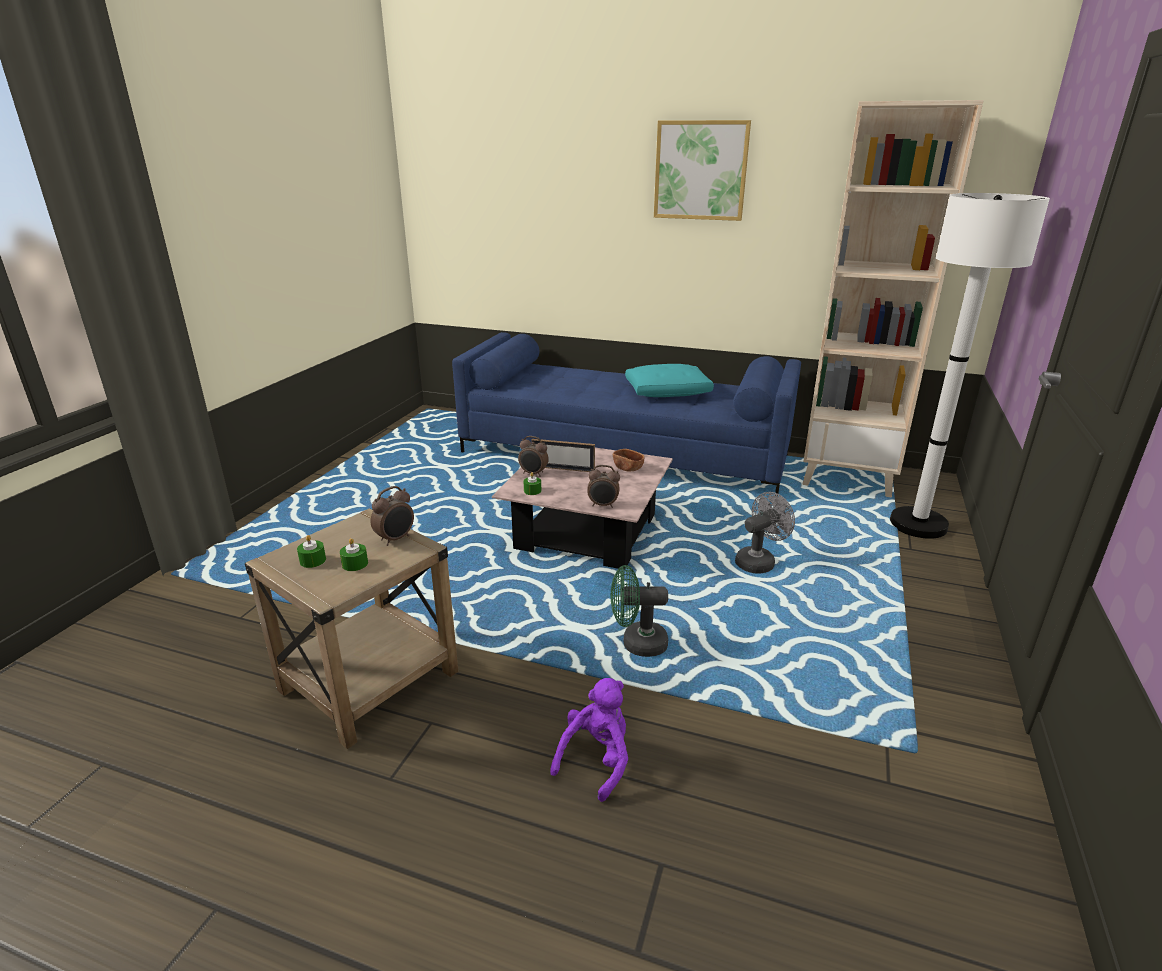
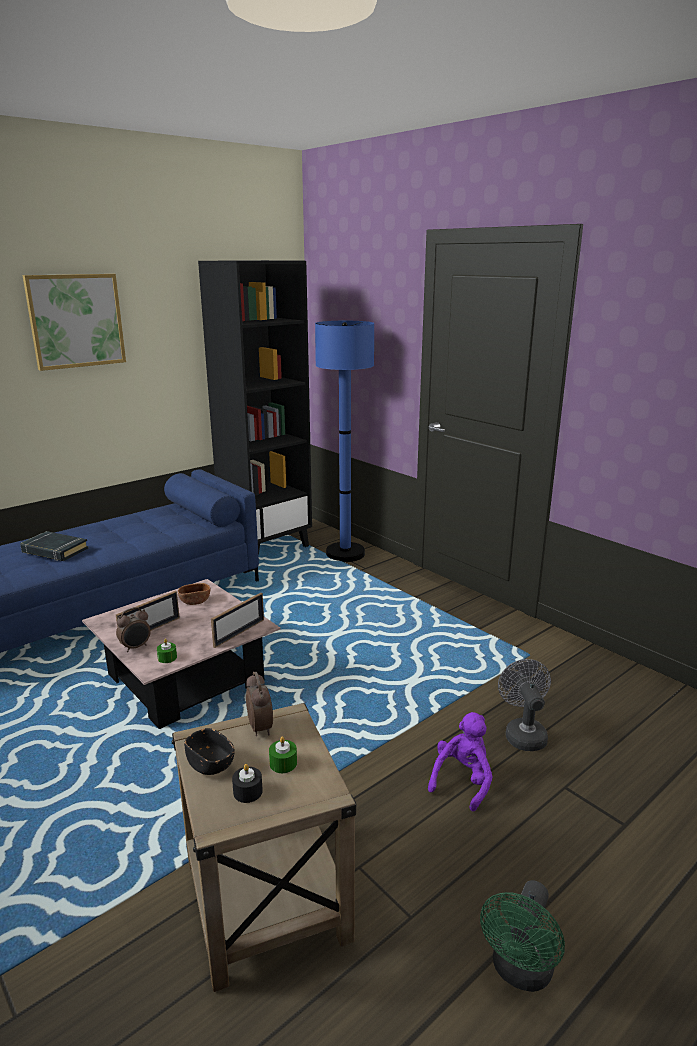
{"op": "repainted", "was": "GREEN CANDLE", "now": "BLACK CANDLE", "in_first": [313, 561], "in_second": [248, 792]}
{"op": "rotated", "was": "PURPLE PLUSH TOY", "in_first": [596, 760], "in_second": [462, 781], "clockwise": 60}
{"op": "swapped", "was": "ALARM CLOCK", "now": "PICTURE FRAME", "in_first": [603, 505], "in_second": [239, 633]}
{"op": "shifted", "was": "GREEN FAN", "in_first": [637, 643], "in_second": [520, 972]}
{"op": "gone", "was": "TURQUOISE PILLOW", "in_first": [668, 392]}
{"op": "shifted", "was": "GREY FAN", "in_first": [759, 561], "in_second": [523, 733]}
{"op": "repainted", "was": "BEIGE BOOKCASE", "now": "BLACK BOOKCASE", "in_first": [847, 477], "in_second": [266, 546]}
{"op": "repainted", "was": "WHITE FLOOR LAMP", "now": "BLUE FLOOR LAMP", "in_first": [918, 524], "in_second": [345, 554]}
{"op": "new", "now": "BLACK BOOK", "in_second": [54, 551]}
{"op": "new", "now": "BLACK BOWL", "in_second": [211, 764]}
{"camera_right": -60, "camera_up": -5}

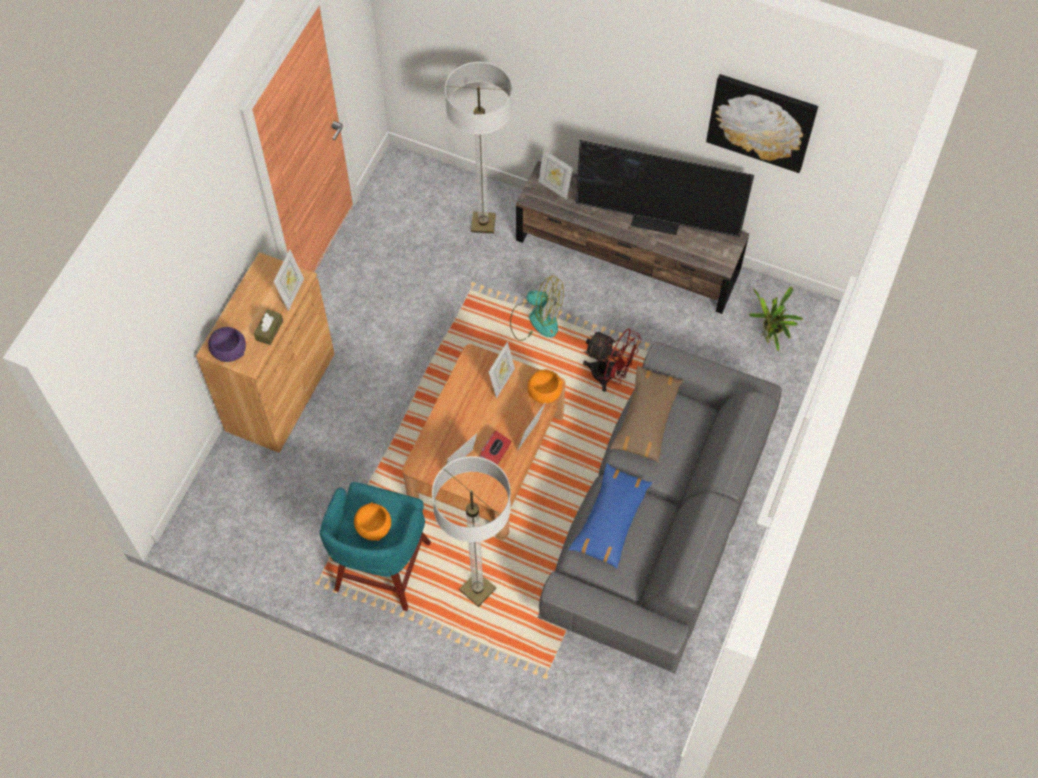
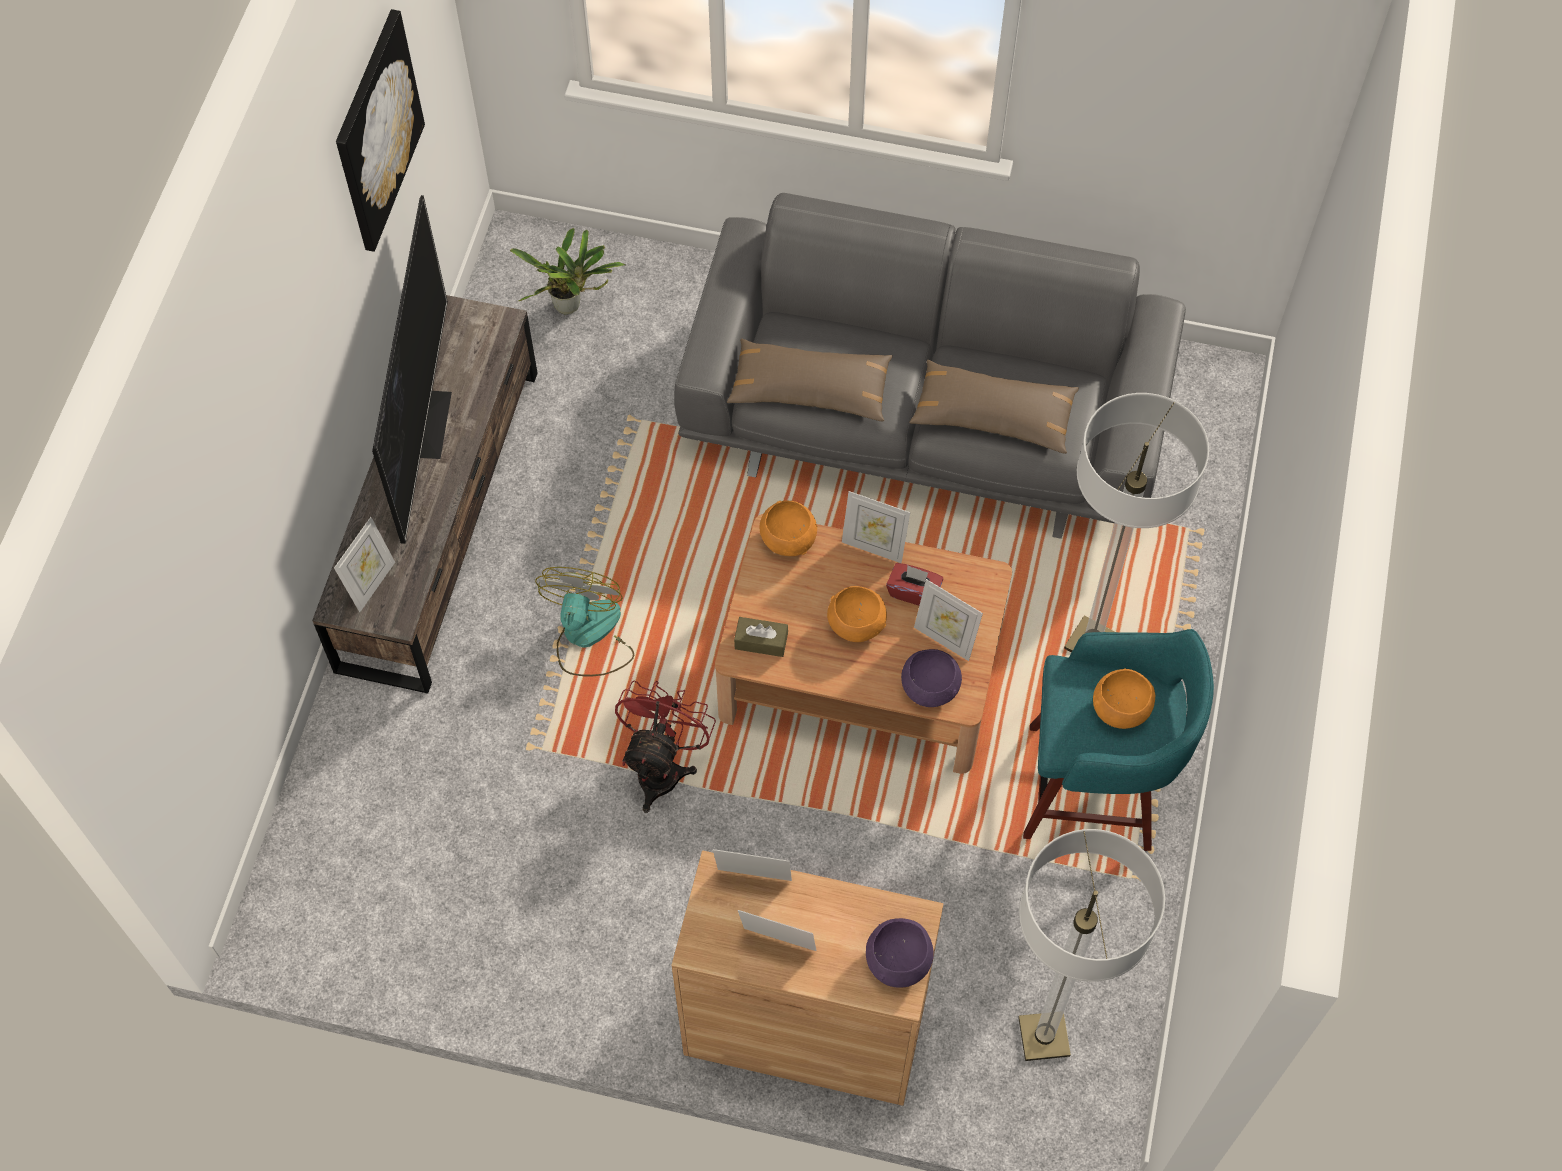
{"op": "shifted", "was": "BROWN TISSUE BOX", "in_first": [269, 330], "in_second": [761, 641]}
{"op": "shifted", "was": "FLOOR LAMP", "in_first": [483, 223], "in_second": [1043, 1037]}
{"op": "shifted", "was": "PICTURE FRAME", "in_first": [502, 381], "in_second": [777, 946]}
{"op": "repainted", "was": "BLUE PILLOW", "now": "BROWN PILLOW", "in_first": [610, 520], "in_second": [993, 415]}
{"op": "shifted", "was": "RED FAN", "in_first": [609, 375], "in_second": [662, 767]}
{"op": "new", "now": "ORANGE BOWL", "in_second": [855, 625]}
{"op": "new", "now": "PURPLE BOWL", "in_second": [930, 688]}
{"camera_right": -100, "camera_up": 0}

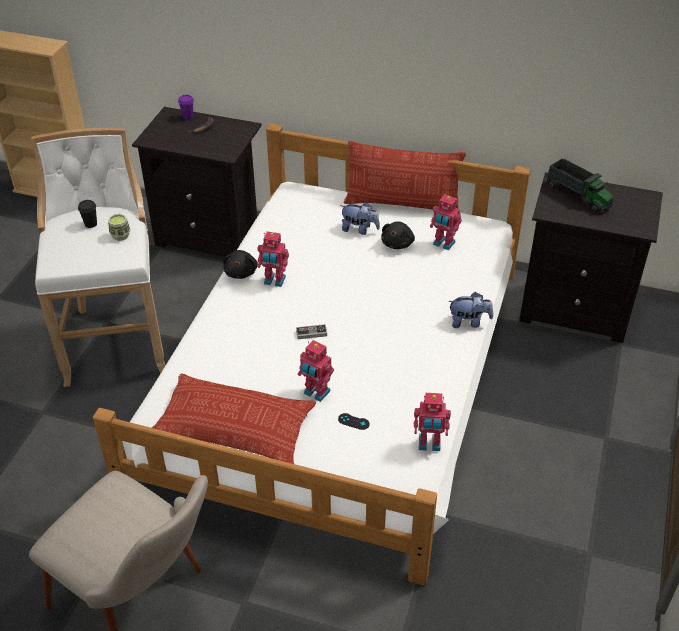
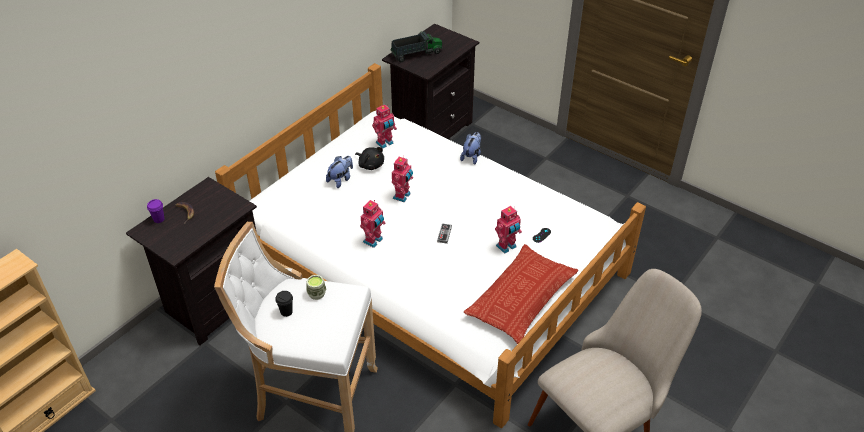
{"op": "gone", "was": "BLACK PLUSH TOY", "in_first": [241, 272]}
{"op": "gone", "was": "PILLOW", "in_first": [402, 204]}
{"op": "shifted", "was": "TOY ROBOT", "in_first": [429, 444], "in_second": [403, 196]}
{"camera_right": -70, "camera_up": 0}

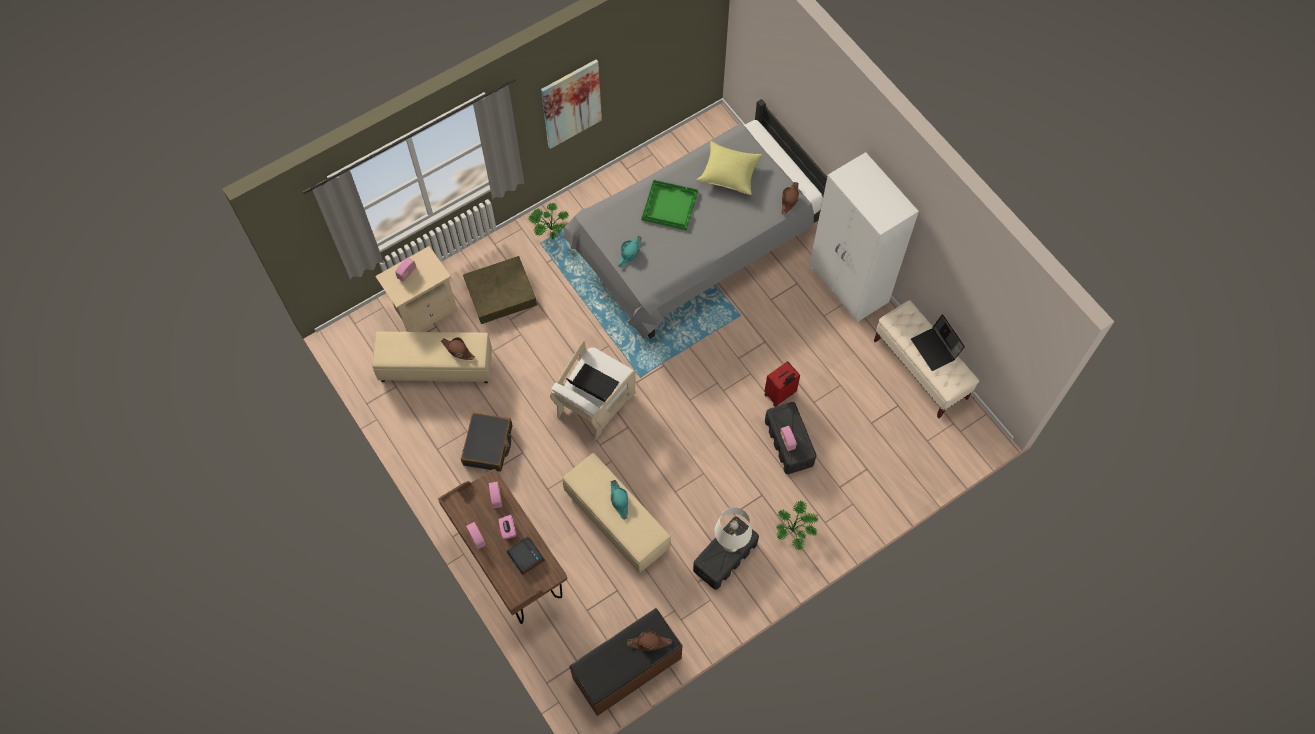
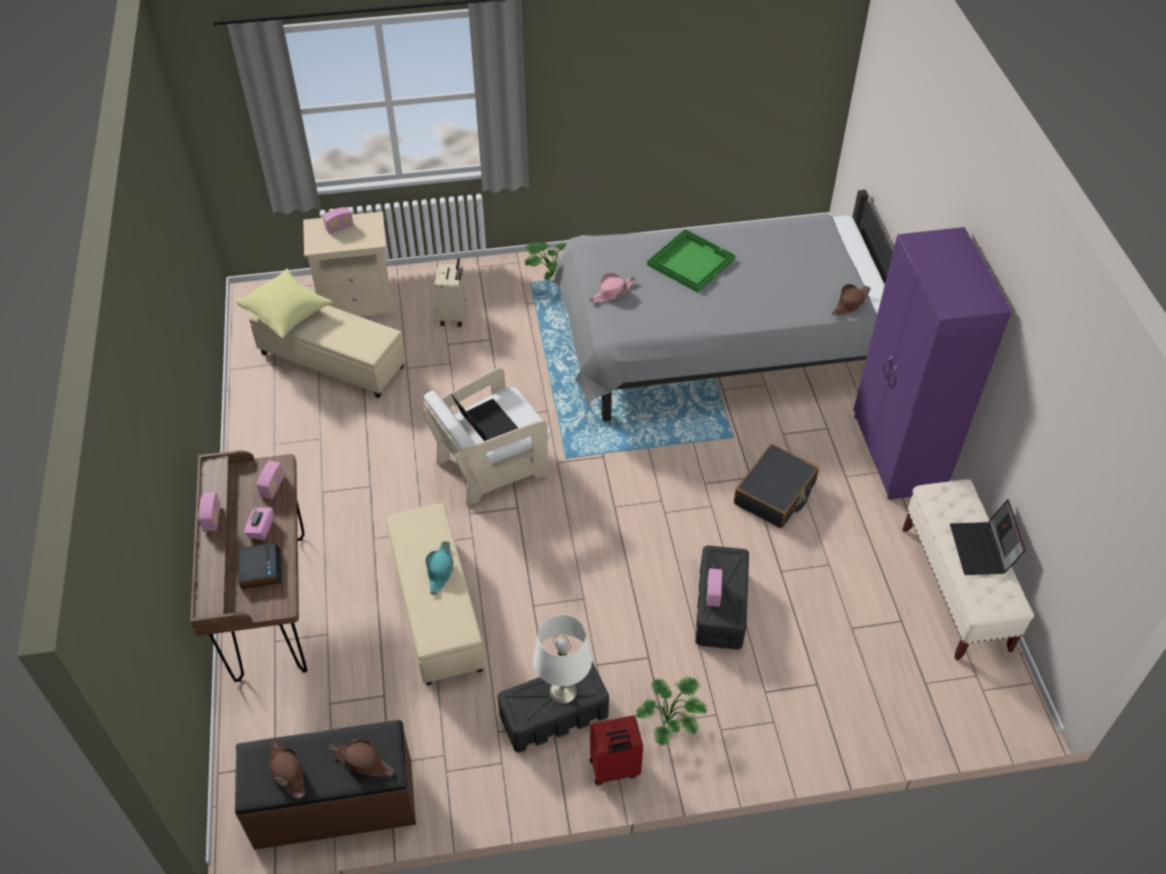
{"op": "shifted", "was": "BROWN HAT", "in_first": [458, 350], "in_second": [287, 771]}
{"op": "shifted", "was": "BLACK SUITCASE", "in_first": [488, 445], "in_second": [775, 494]}
{"op": "swapped", "was": "BROWN STORAGE BOX", "now": "BEIGE SUITCASE", "in_first": [501, 293], "in_second": [454, 315]}
{"op": "gone", "was": "PICTURE", "in_first": [571, 104]}
{"op": "repainted", "was": "TURQUOISE HAT", "now": "PINK HAT", "in_first": [629, 253], "in_second": [612, 292]}
{"op": "shifted", "was": "YELLOW PILLOW", "in_first": [730, 174], "in_second": [287, 314]}
{"op": "shifted", "was": "RED SUITCASE", "in_first": [780, 394], "in_second": [614, 769]}
{"op": "repainted", "was": "WHITE WARDROBE", "now": "PURPLE WARDROBE", "in_first": [848, 286], "in_second": [897, 454]}
{"camera_right": 25, "camera_up": -15}

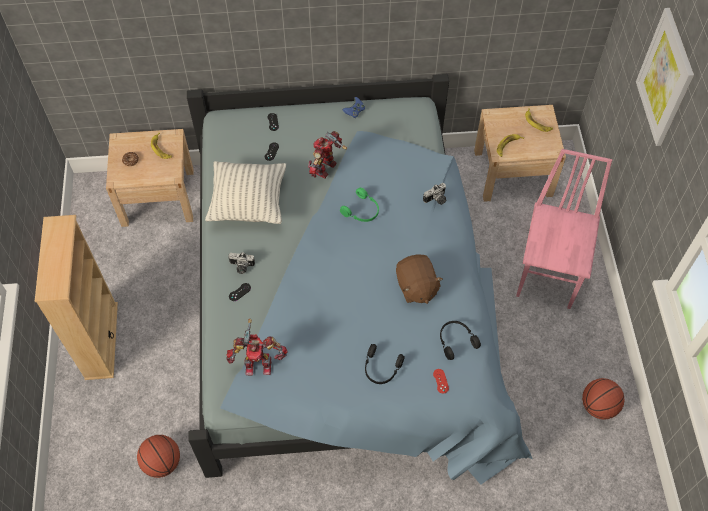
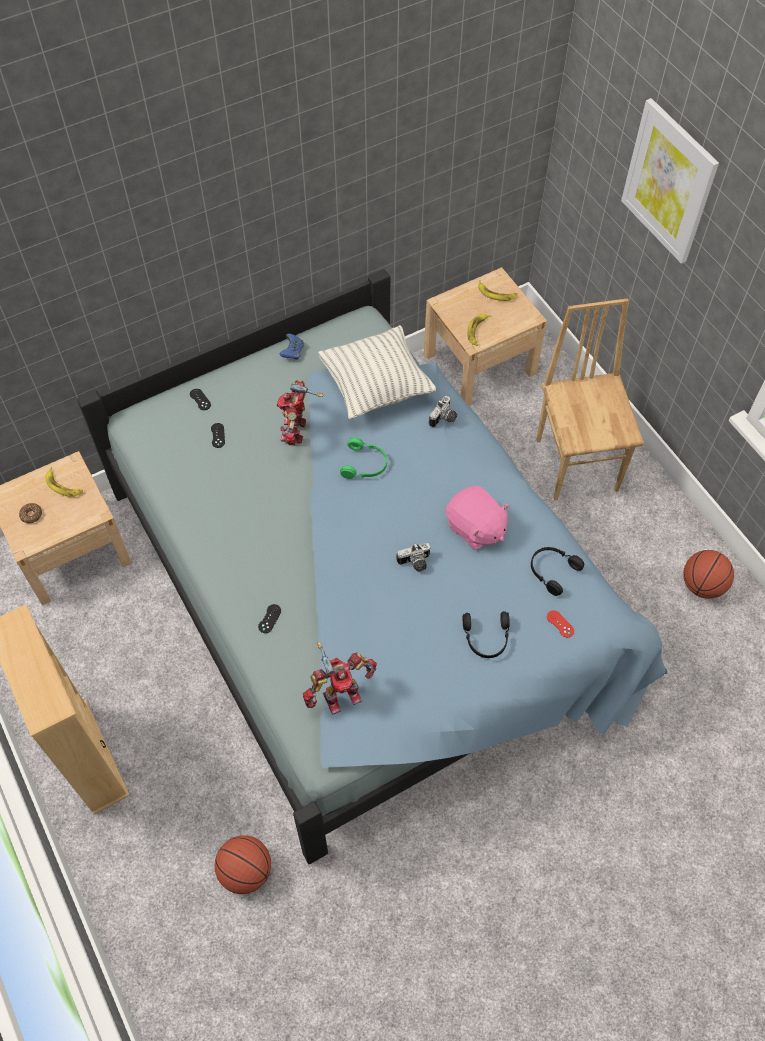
{"op": "shifted", "was": "PILLOW", "in_first": [248, 203], "in_second": [376, 387]}
{"op": "shifted", "was": "PHOTO CAMERA", "in_first": [241, 267], "in_second": [415, 563]}
{"op": "repainted", "was": "BROWN PLUSH TOY", "now": "PINK PLUSH TOY", "in_first": [416, 287], "in_second": [475, 528]}
{"op": "repainted", "was": "PINK CHAIR", "now": "BROWN CHAIR", "in_first": [549, 276], "in_second": [578, 463]}
{"camera_right": -25, "camera_up": 0}

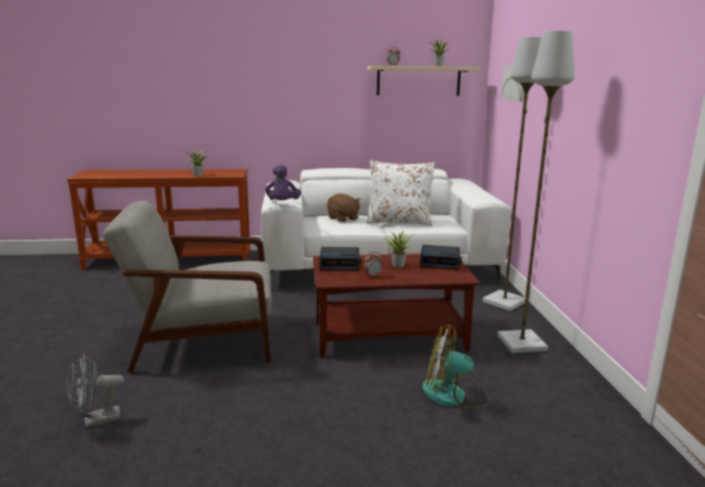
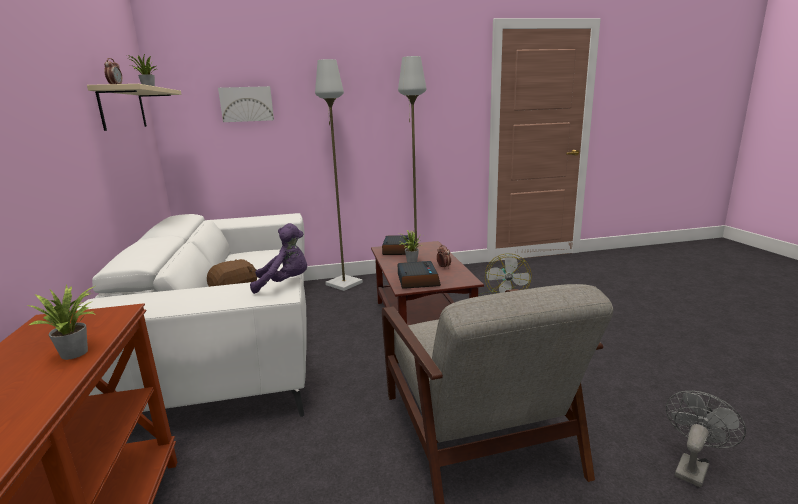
{"op": "rotated", "was": "GREY FAN", "in_first": [96, 421], "in_second": [692, 466], "clockwise": -105}
{"op": "gone", "was": "WHITE PILLOW", "in_first": [399, 222]}
{"camera_right": -95, "camera_up": 0}

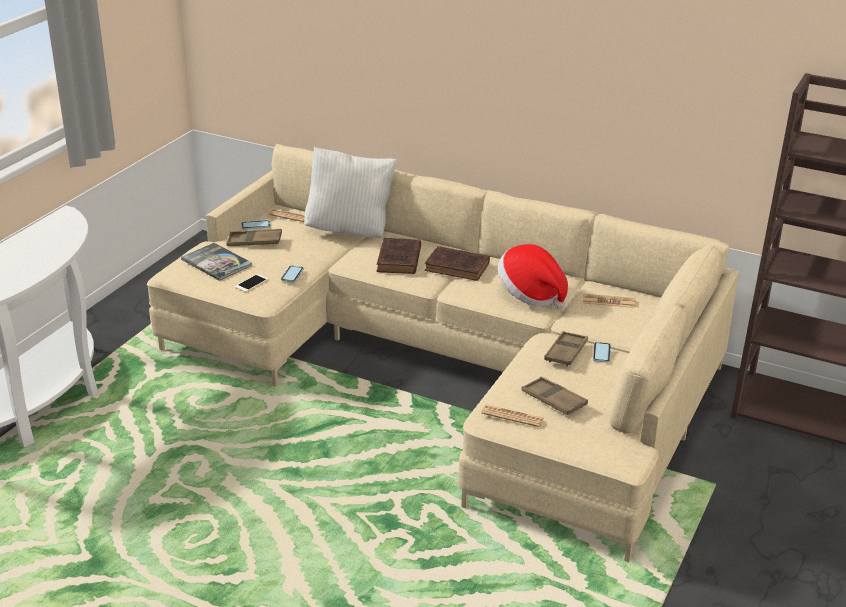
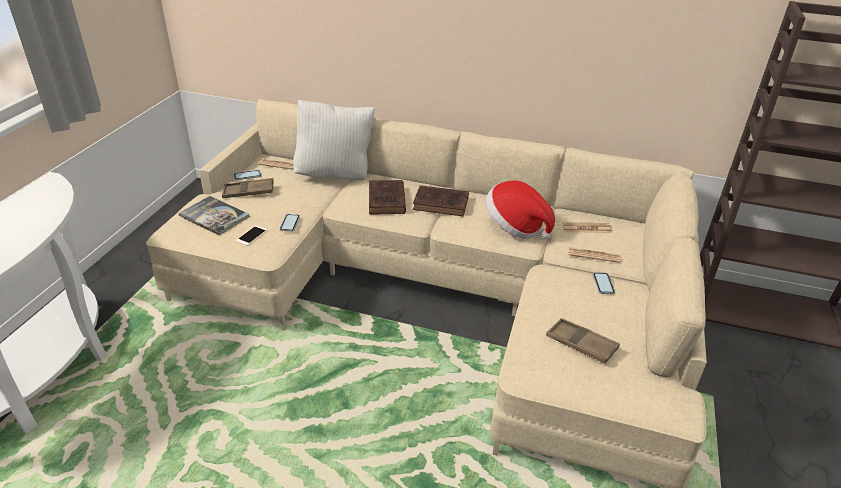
{"op": "shifted", "was": "NEWSPAPER", "in_first": [512, 416], "in_second": [593, 255]}
{"op": "gone", "was": "BROWN TRAY", "in_first": [566, 352]}
{"camera_right": -10, "camera_up": 5}

